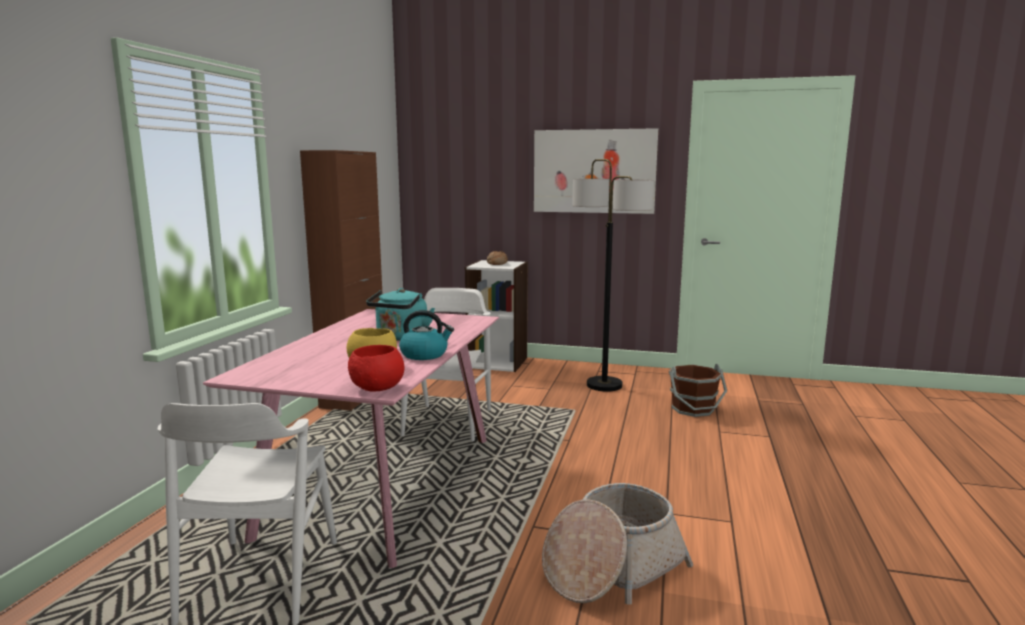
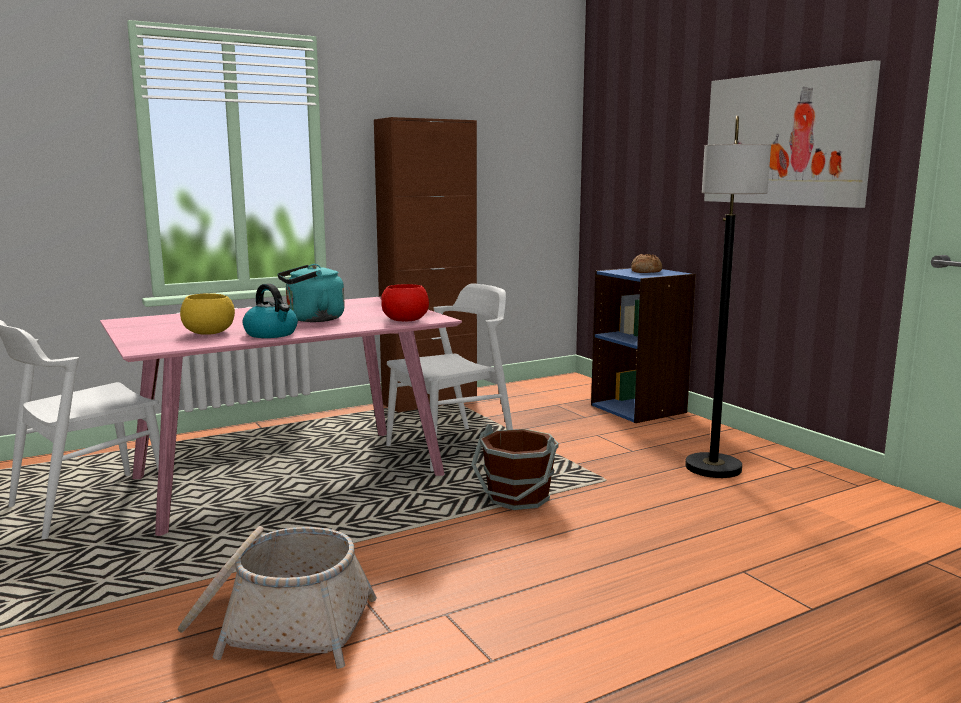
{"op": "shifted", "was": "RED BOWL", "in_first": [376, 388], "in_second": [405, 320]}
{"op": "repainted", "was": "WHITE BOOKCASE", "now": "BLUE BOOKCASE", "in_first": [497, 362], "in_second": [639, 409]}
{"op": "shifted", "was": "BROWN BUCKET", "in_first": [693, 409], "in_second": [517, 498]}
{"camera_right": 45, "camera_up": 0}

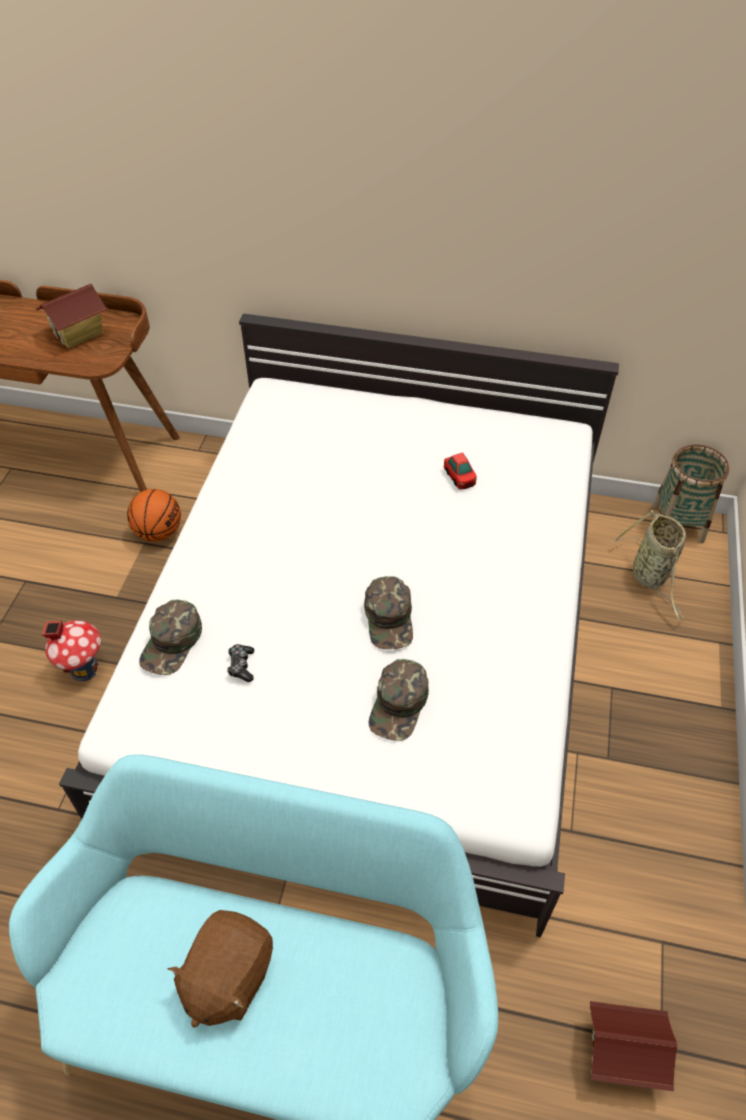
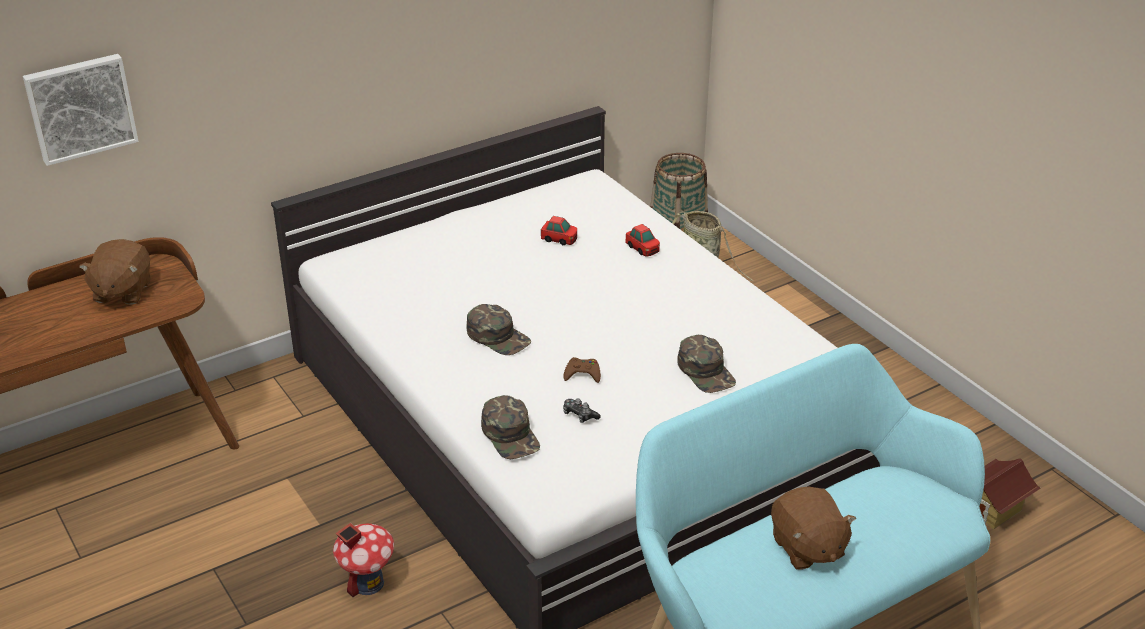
{"op": "swapped", "was": "TOY HOUSE", "now": "BROWN PLUSH TOY", "in_first": [79, 333], "in_second": [122, 291]}
{"op": "gone", "was": "BASKETBALL", "in_first": [159, 532]}
{"op": "shifted", "was": "GREEN CAP", "in_first": [390, 618], "in_second": [498, 336]}
{"op": "new", "now": "PICTURE", "in_second": [80, 107]}
{"op": "new", "now": "BROWN GAME CONTROLLER", "in_second": [582, 374]}
{"op": "new", "now": "TOY CAR", "in_second": [642, 249]}
{"camera_right": -45, "camera_up": -15}

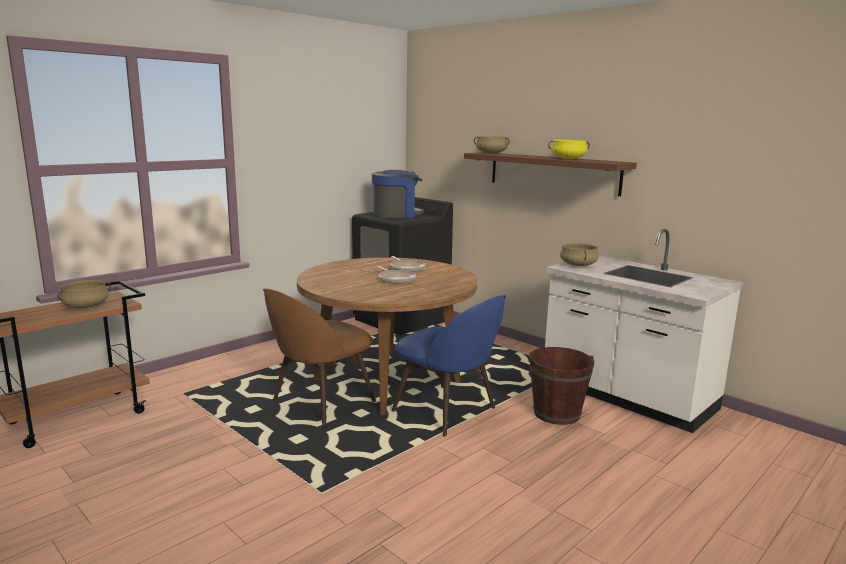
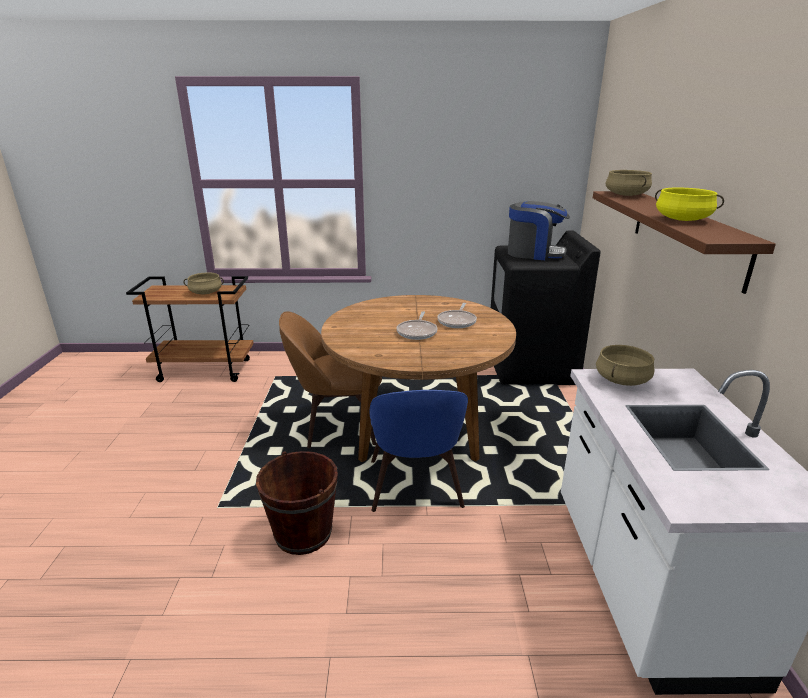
{"op": "shifted", "was": "BROWN BUCKET", "in_first": [556, 413], "in_second": [303, 533]}
{"camera_right": 45, "camera_up": 10}

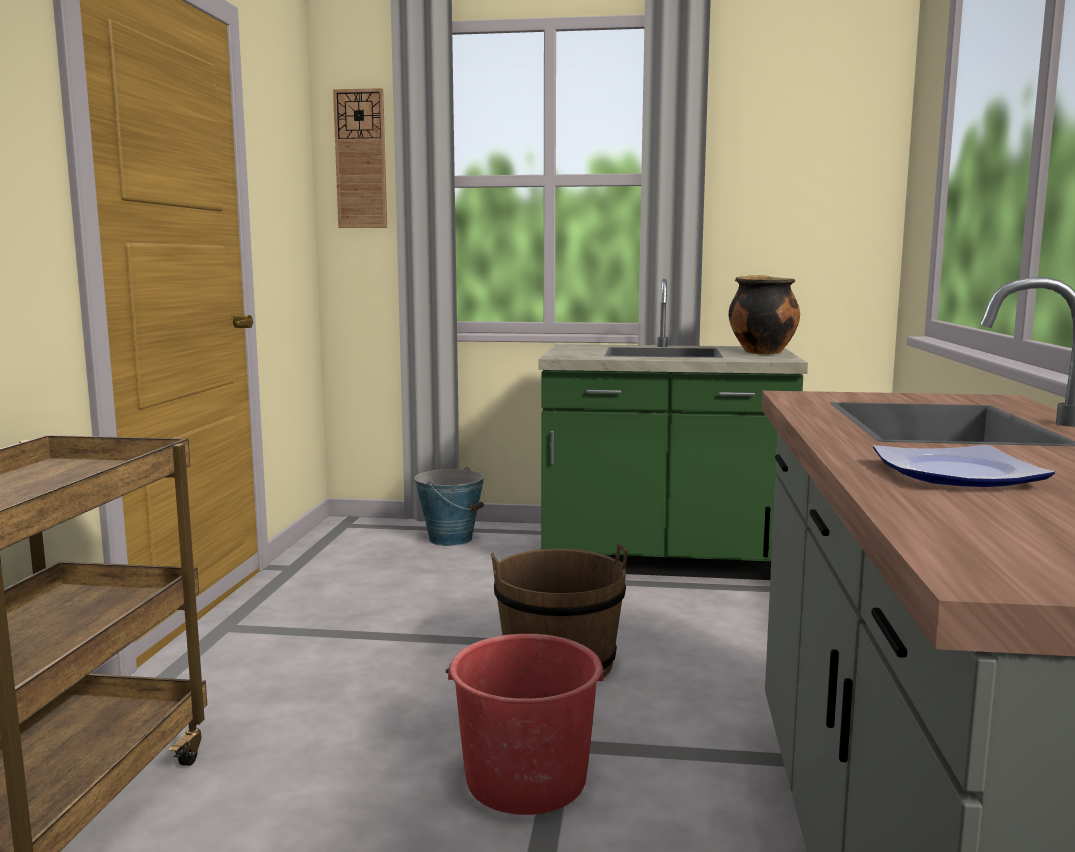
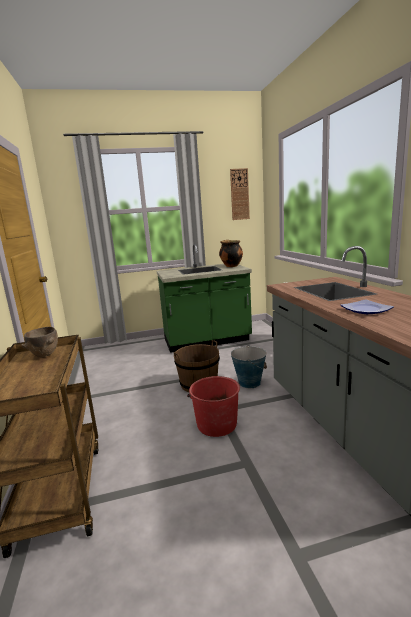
{"op": "shifted", "was": "WALL CLOCK", "in_first": [361, 159], "in_second": [239, 194]}
{"op": "shifted", "was": "BUCKET", "in_first": [451, 539], "in_second": [249, 382]}
{"op": "new", "now": "BROWN BOWL", "in_second": [44, 355]}
{"camera_right": -20, "camera_up": 5}

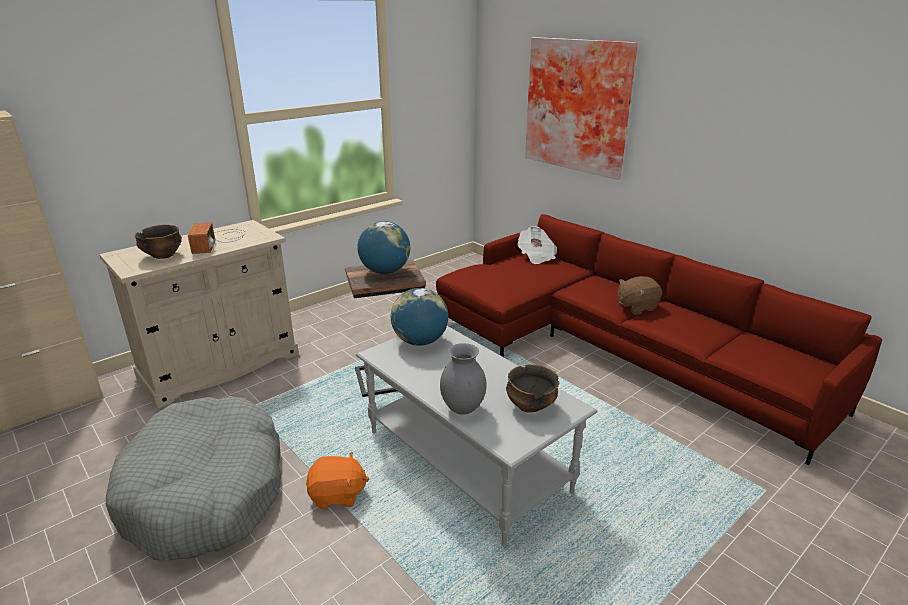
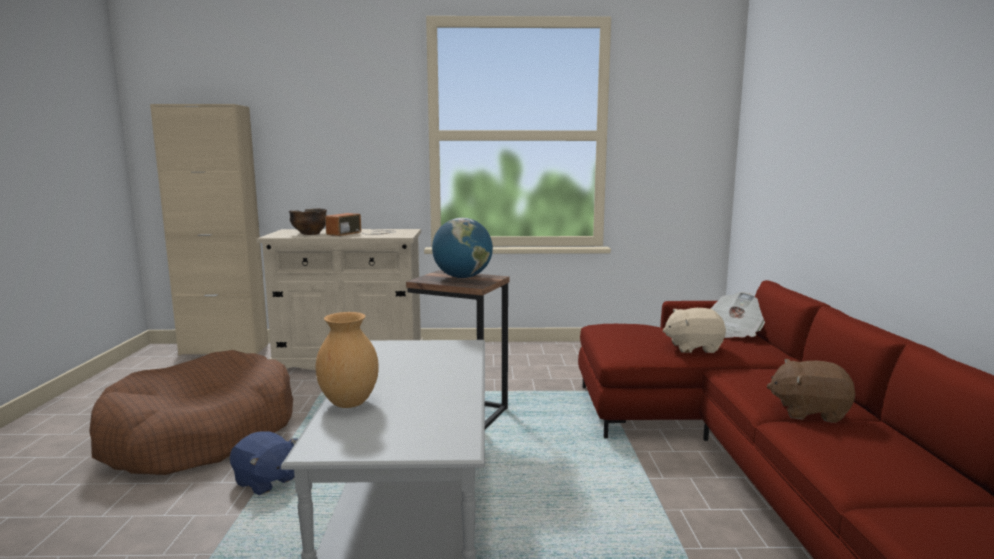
{"op": "repainted", "was": "GREY DOG BED", "now": "BROWN DOG BED", "in_first": [206, 492], "in_second": [200, 434]}
{"op": "repainted", "was": "ORANGE PLUSH TOY", "now": "BLUE PLUSH TOY", "in_first": [337, 495], "in_second": [265, 481]}
{"op": "gone", "was": "GLOBE", "in_first": [420, 341]}
{"op": "repainted", "was": "GREY VASE", "now": "BROWN VASE", "in_first": [462, 408], "in_second": [350, 403]}
{"op": "gone", "was": "BOWL", "in_first": [530, 406]}
{"op": "gone", "was": "PICTURE", "in_first": [579, 105]}
{"op": "new", "now": "BEIGE PLUSH TOY", "in_second": [693, 347]}
{"camera_right": 40, "camera_up": -15}

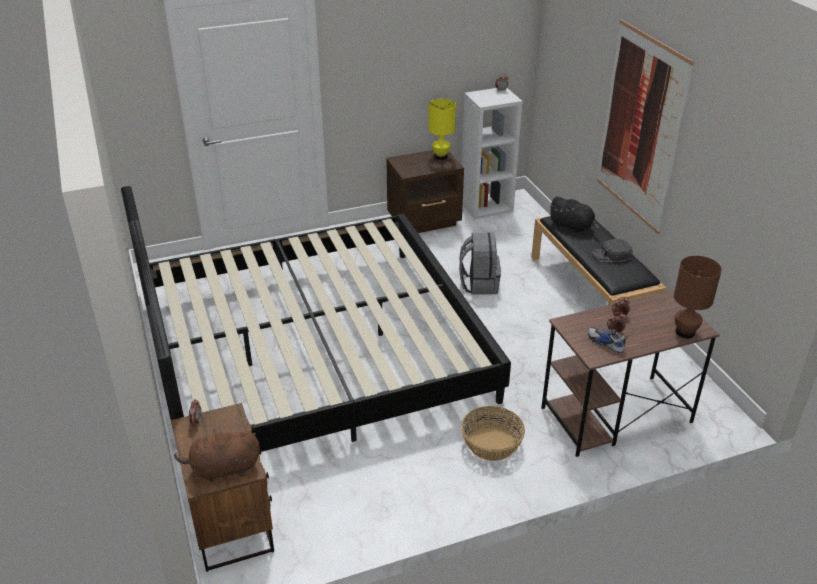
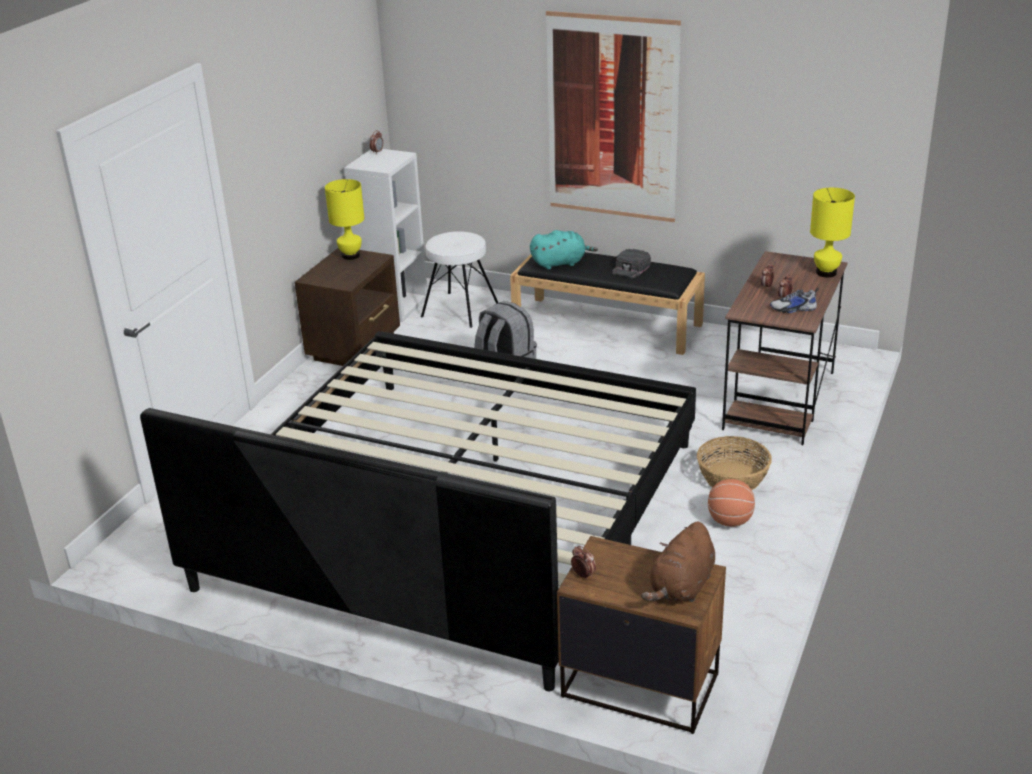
{"op": "repainted", "was": "BLACK PLUSH TOY", "now": "TURQUOISE PLUSH TOY", "in_first": [572, 227], "in_second": [560, 263]}
{"op": "repainted", "was": "BROWN TABLE LAMP", "now": "YELLOW TABLE LAMP", "in_first": [685, 332], "in_second": [826, 272]}
{"op": "new", "now": "WHITE STOOL", "in_second": [459, 310]}
{"op": "new", "now": "BASKETBALL", "in_second": [730, 521]}
{"camera_right": -45, "camera_up": -5}

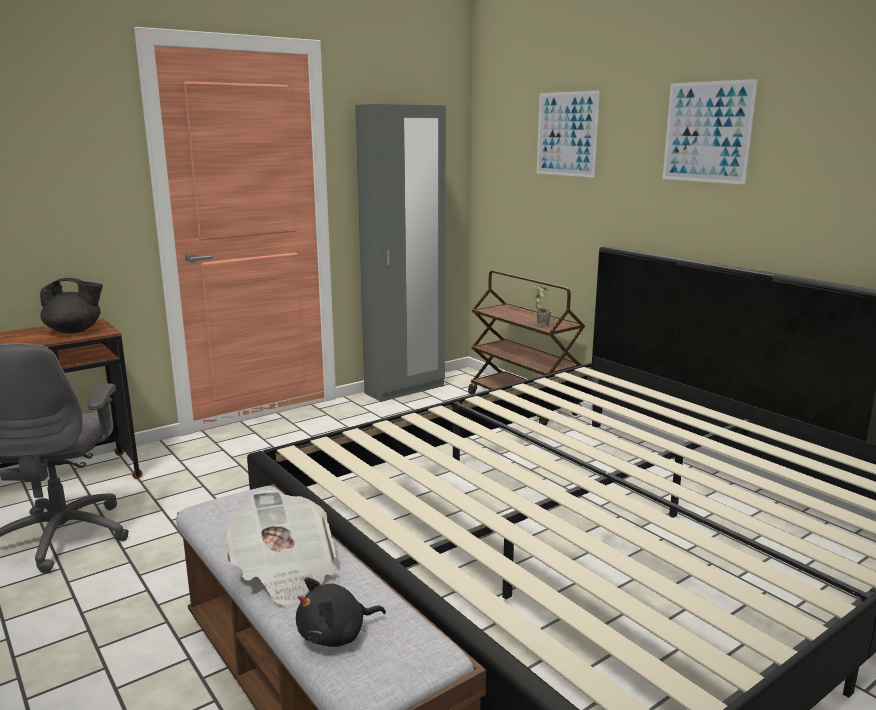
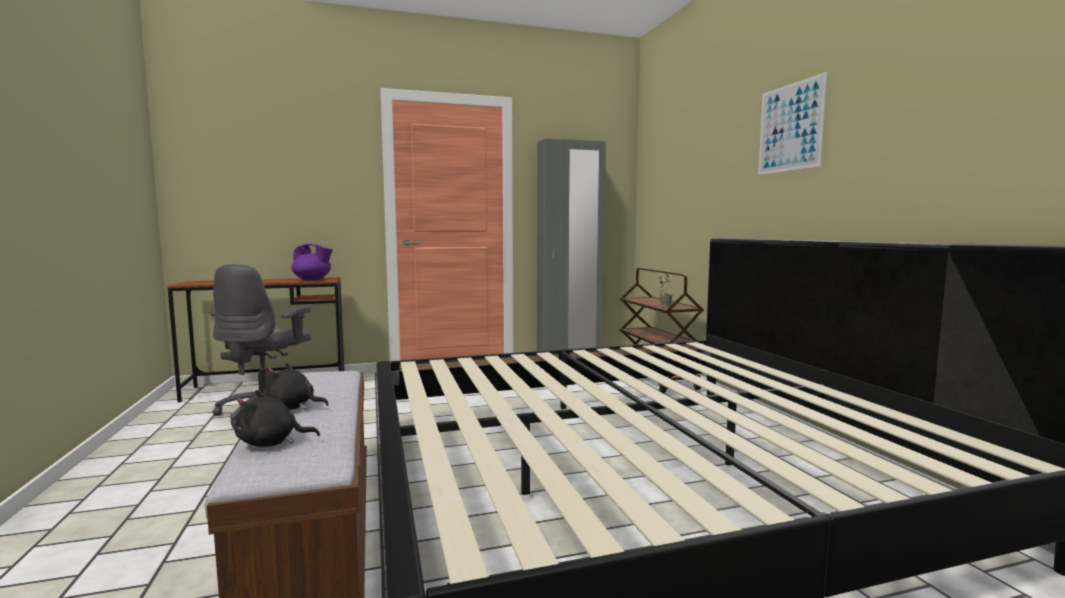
{"op": "repainted", "was": "BLACK TEAPOT", "now": "PURPLE TEAPOT", "in_first": [75, 331], "in_second": [313, 280]}
{"op": "swapped", "was": "NEWSPAPER", "now": "BLACK PLUSH TOY", "in_first": [284, 571], "in_second": [292, 407]}
{"op": "gone", "was": "PICTURE", "in_first": [566, 134]}
{"camera_right": 20, "camera_up": -10}

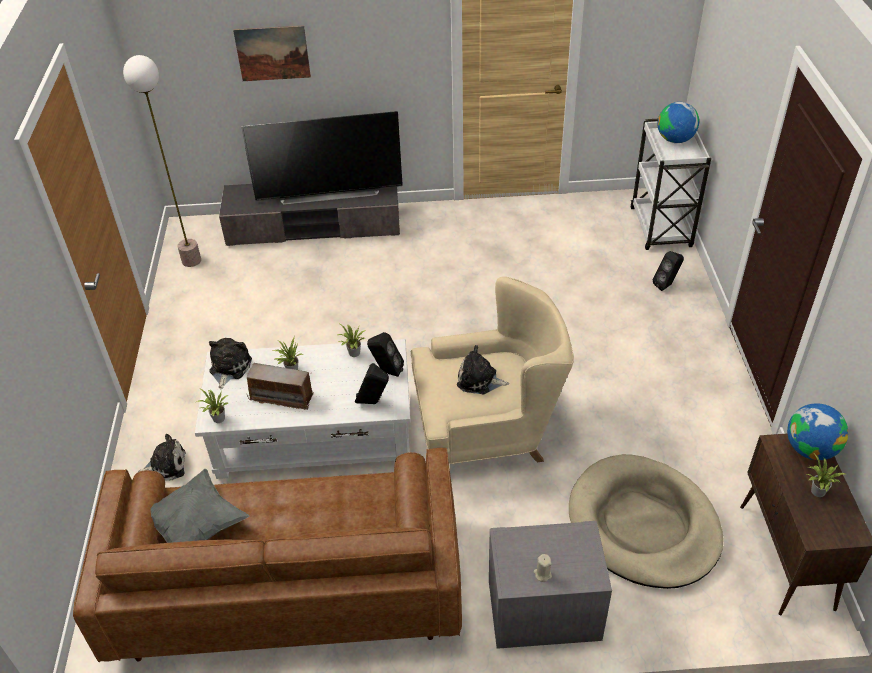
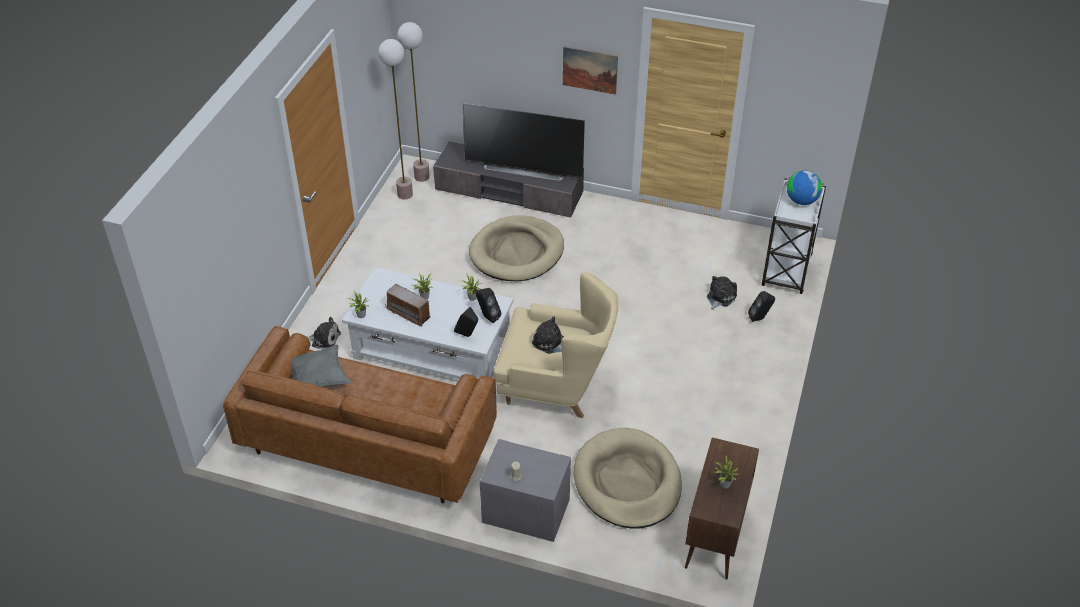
{"op": "shifted", "was": "PLUSH TOY", "in_first": [229, 368], "in_second": [720, 297]}
{"op": "shifted", "was": "PICTURE", "in_first": [272, 53], "in_second": [590, 70]}
{"op": "gone", "was": "GLOBE", "in_first": [810, 449]}
{"op": "new", "now": "FLOOR LAMP", "in_second": [421, 176]}
{"op": "new", "now": "BEIGE DOG BED", "in_second": [517, 252]}
{"camera_right": 20, "camera_up": 0}

